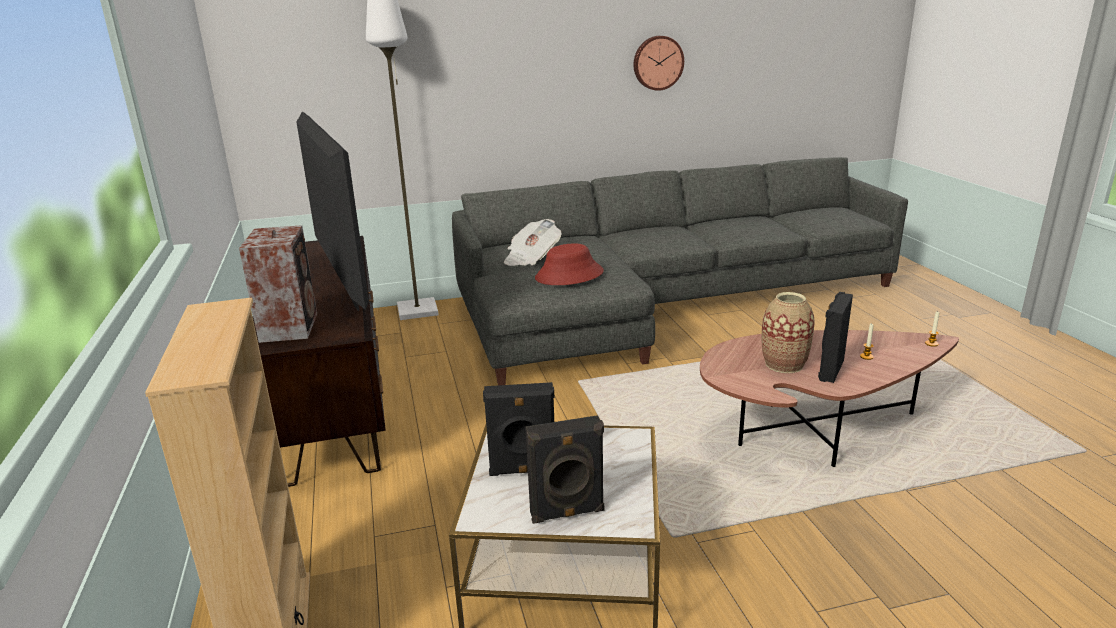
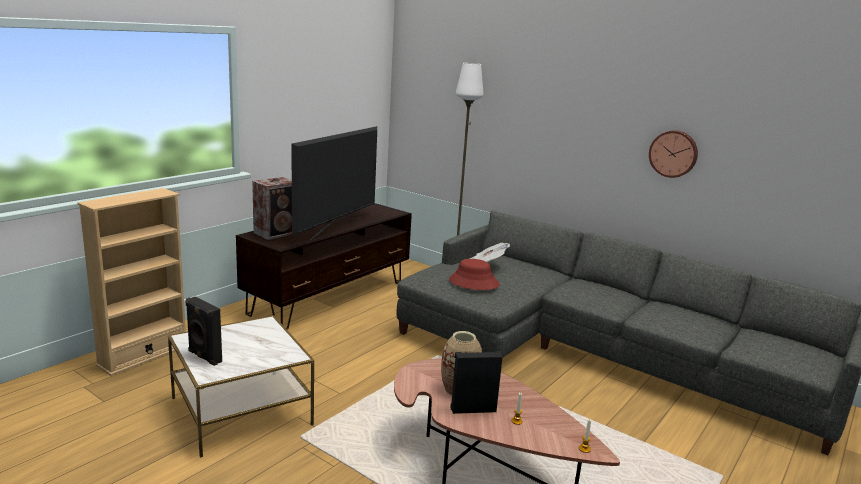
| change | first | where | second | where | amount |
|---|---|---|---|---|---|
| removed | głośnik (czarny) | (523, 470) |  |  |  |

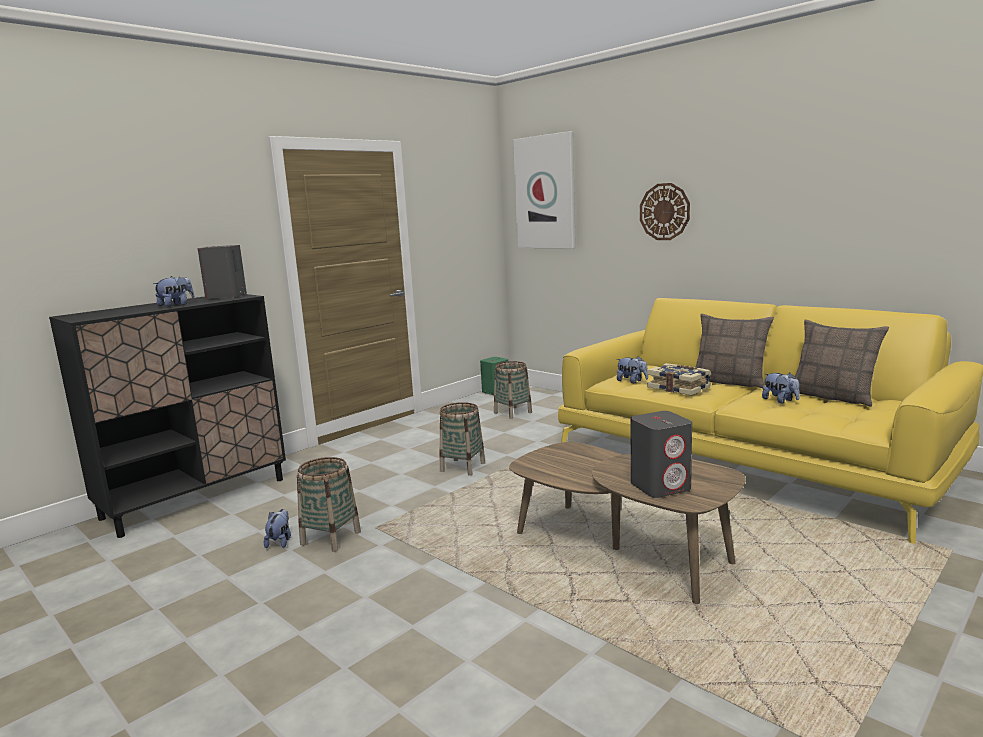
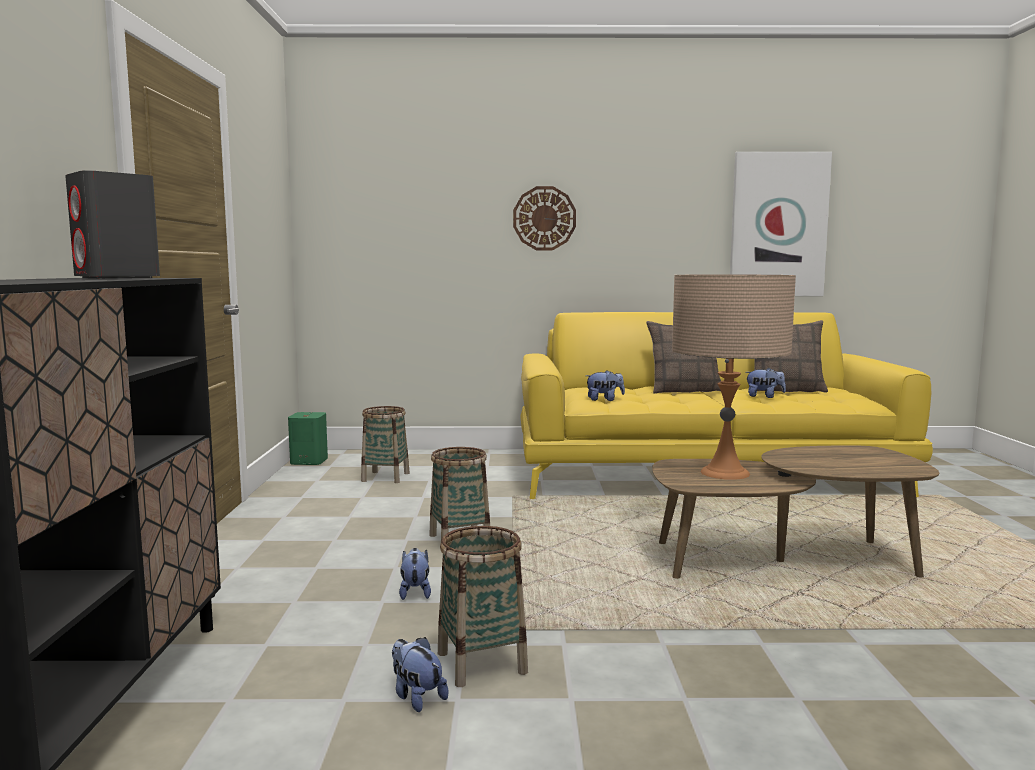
| change | first | where | second | where | amount |
|---|---|---|---|---|---|
| moved | pluszak | (176, 305) |  | (415, 592) |  |
| added |  |  | lampa stołowa (beżowy) | (725, 473) |  |
| moved | obraz | (545, 192) |  | (778, 225) |  |
| removed | głośnik (szary) | (660, 486) |  |  |  |
| removed | książka | (679, 388) |  |  |  |

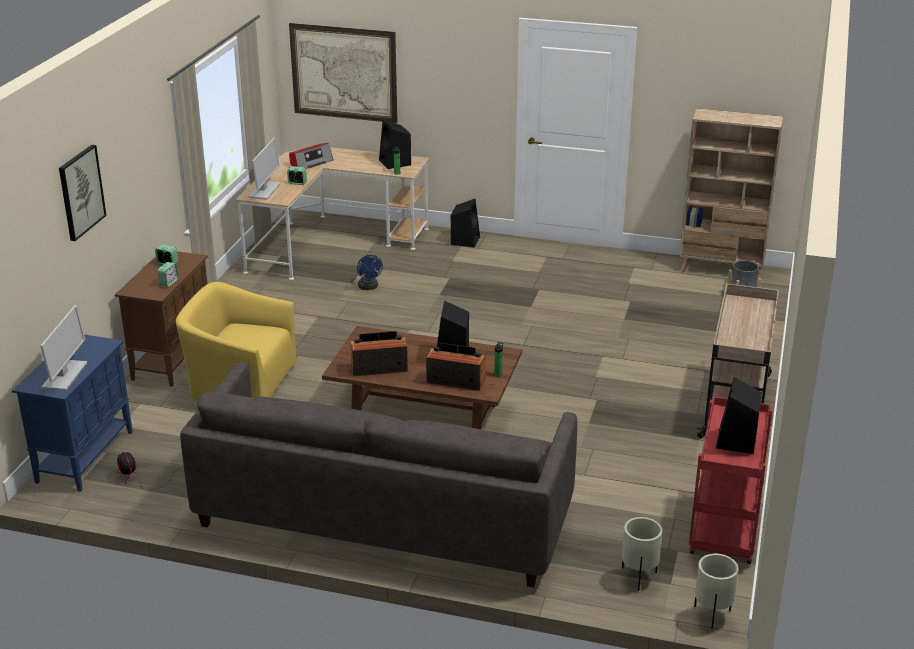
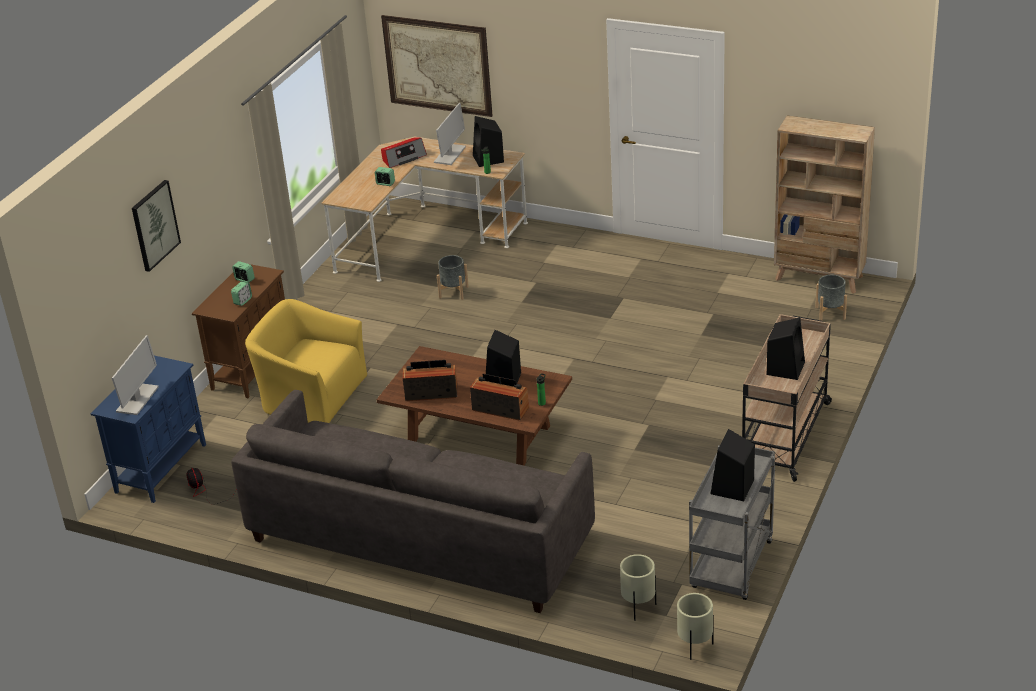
| change | first | where | second | where | amount |
|---|---|---|---|---|---|
| moved | monitor | (264, 190) |  | (450, 155) |  |
| replaced | wentylator (niebieski) | (369, 287) | donica (szary) | (453, 292) |  |
| recoloured | wózek (czerwony) | (725, 531) | wózek (szary) | (732, 567) |  |
| moved | głośnik (czarny) | (465, 240) |  | (785, 367) |  |

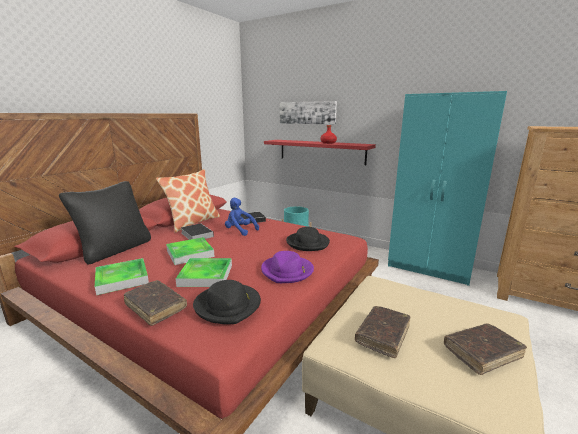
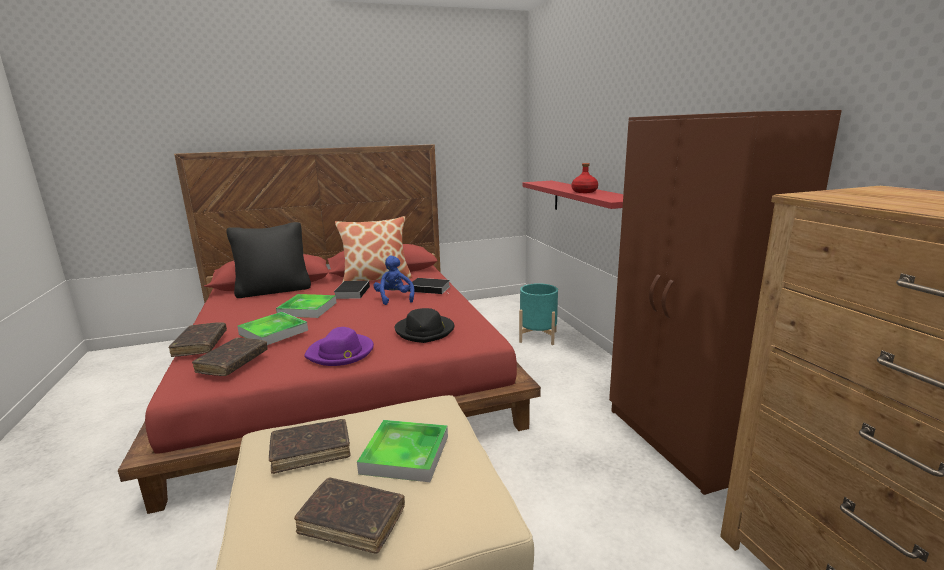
| change | first | where | second | where | amount |
|---|---|---|---|---|---|
| replaced | kapelusz (czarny) | (228, 306) | książka (brązowy) | (233, 363) |  |
| moved | taca | (122, 279) |  | (405, 454) |  |
| recoloured | szafa (turkusowy) | (430, 268) | szafa (brązowy) | (681, 441) |  |
| removed | obraz | (307, 113) |  |  |  |

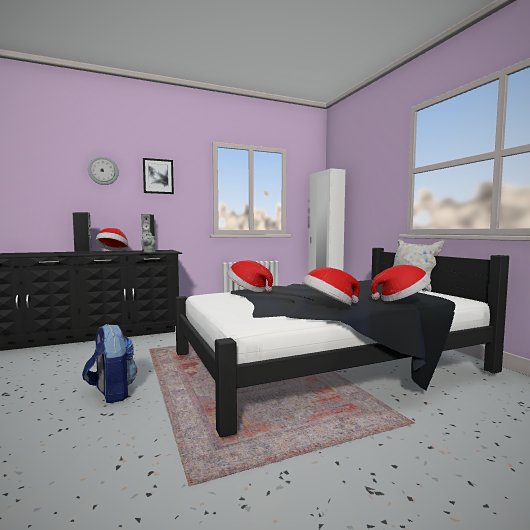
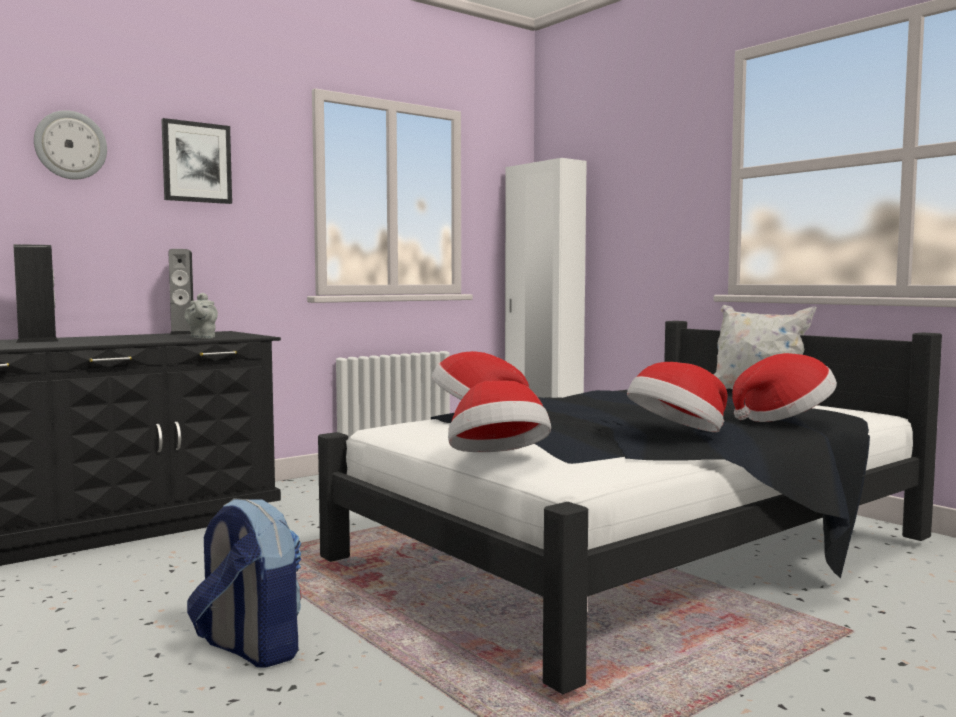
| change | first | where | second | where | amount |
|---|---|---|---|---|---|
| moved | kapelusz | (113, 252) |  | (498, 460) |  |

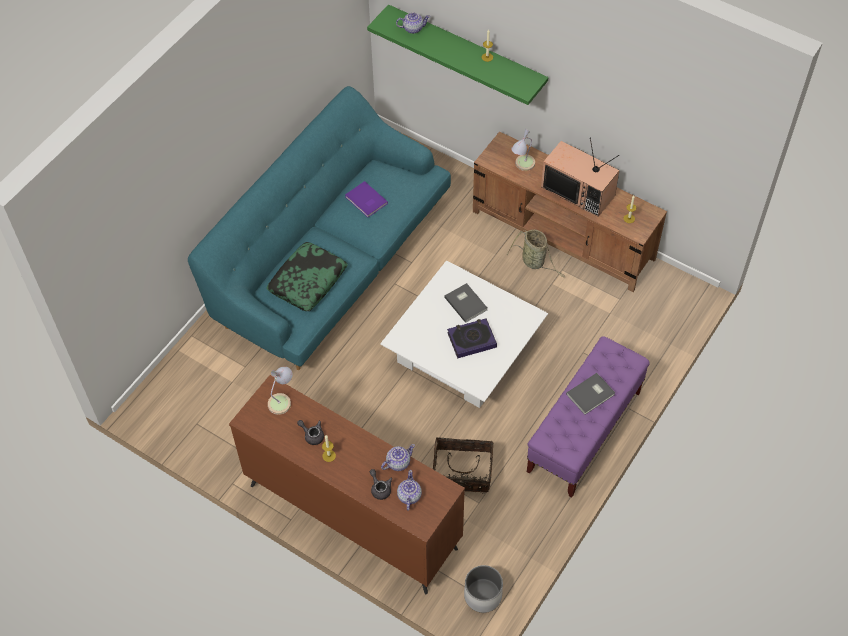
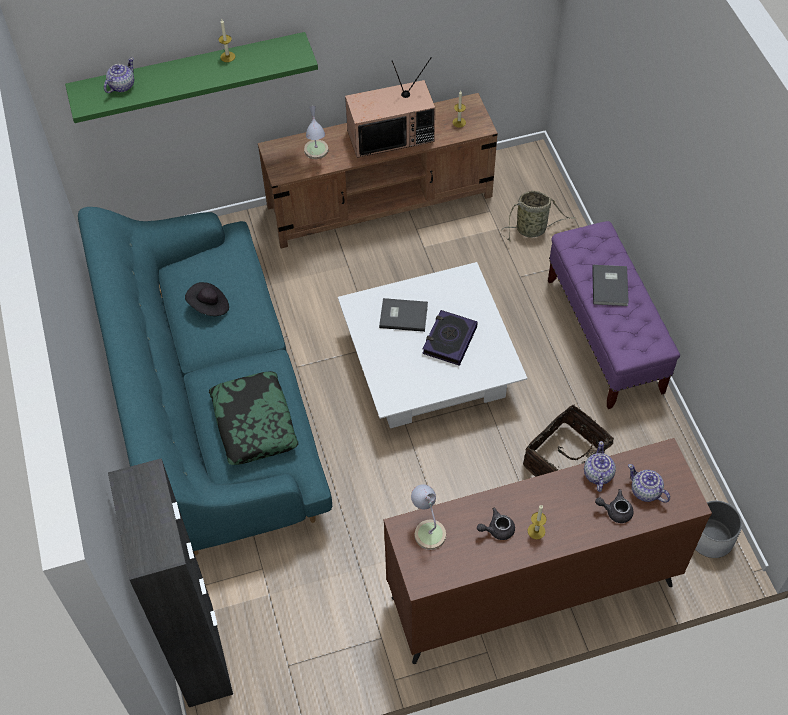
| change | first | where | second | where | amount |
|---|---|---|---|---|---|
| added |  |  | szafka (czarny) | (200, 654) |  |
| replaced | książka (fioletowy) | (366, 201) | kapelusz (czarny) | (209, 306) |  |
| moved | koszyk | (534, 262) |  | (533, 229) |  |

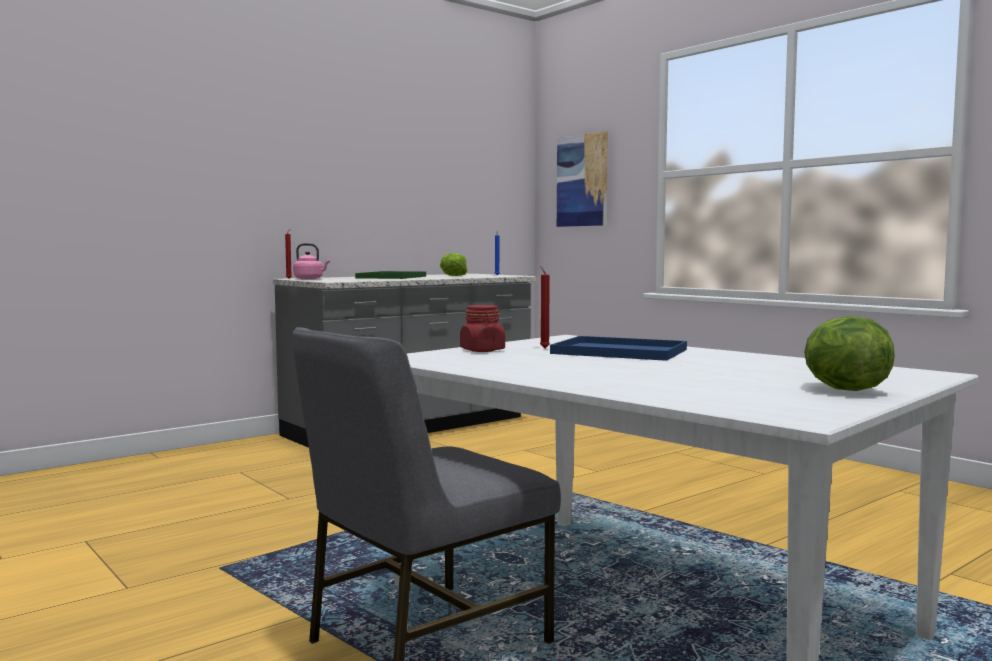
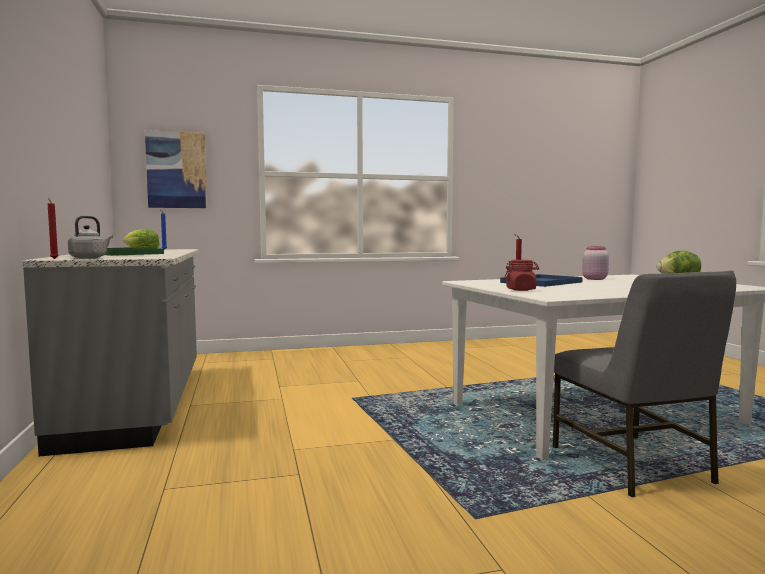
| change | first | where | second | where | amount |
|---|---|---|---|---|---|
| recoloured | czajnik (różowy) | (310, 279) | czajnik (szary) | (90, 258) |  |
| added |  |  | słoik (różowy) | (594, 279) |  |

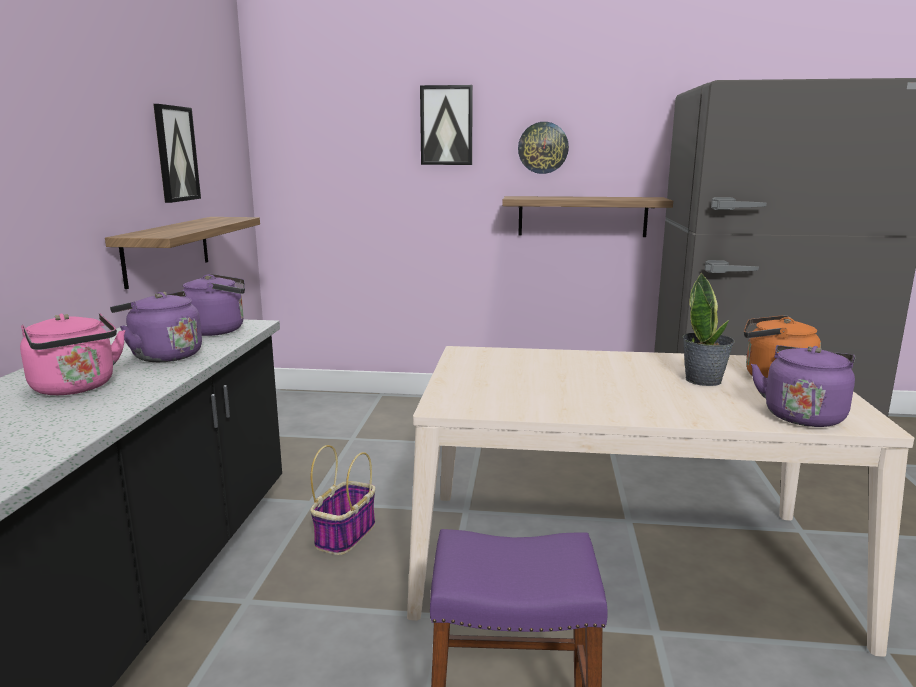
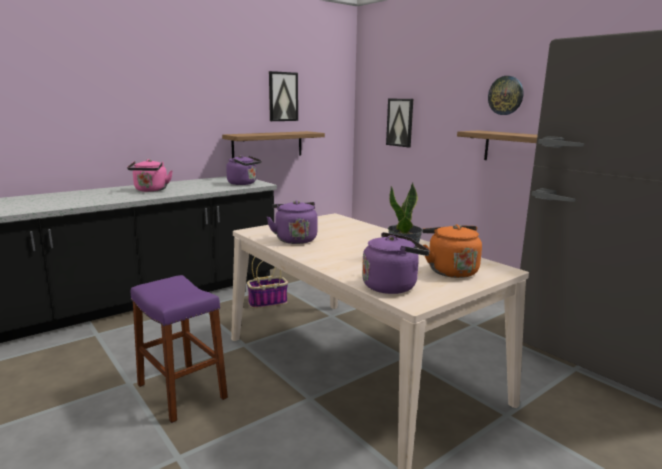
| change | first | where | second | where | amount |
|---|---|---|---|---|---|
| moved | czajnik (fioletowy) | (163, 356) |  | (295, 239) |  |
| moved | obraz | (446, 125) |  | (400, 122) |  |

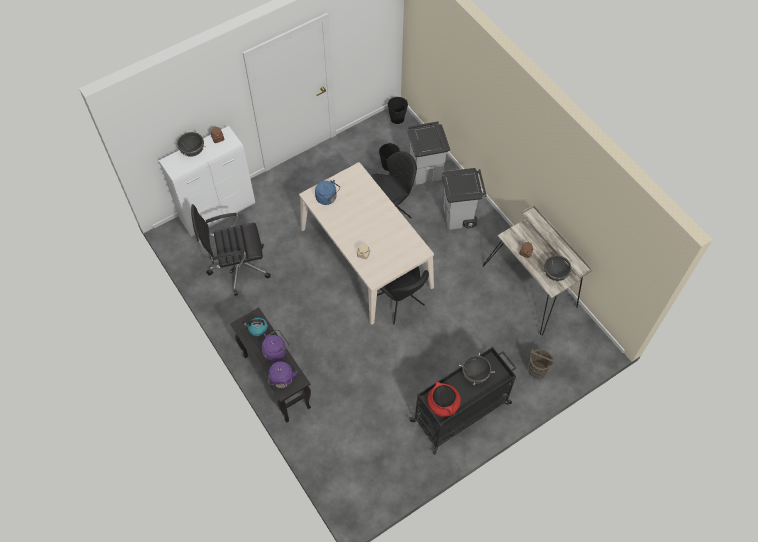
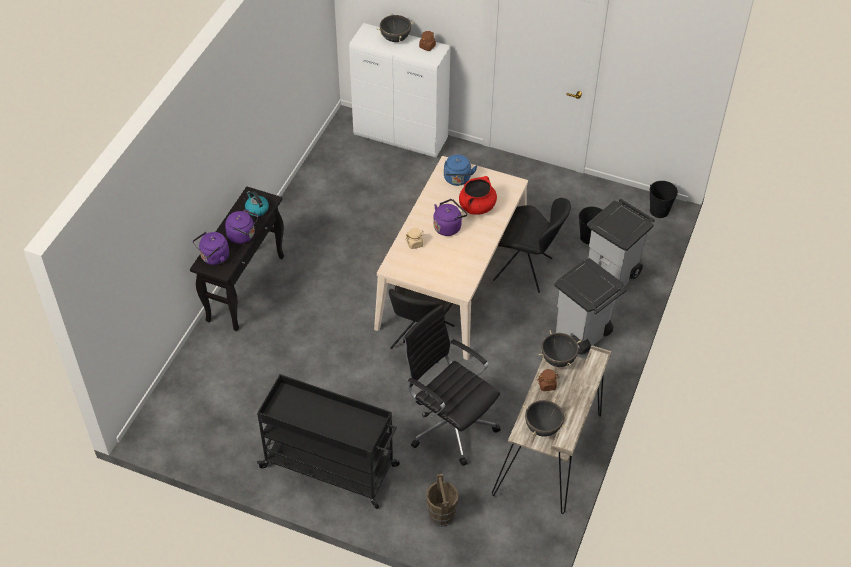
| change | first | where | second | where | amount |
|---|---|---|---|---|---|
| moved | krzesło biurowe (czarny) | (237, 267) |  | (450, 424) |  |
| added |  |  | czajnik (fioletowy) | (448, 226) |  |
| moved | garnek (czerwony) | (443, 404) |  | (477, 207) |  |
| moved | garnek (czarny) | (475, 374) |  | (558, 359) |  |

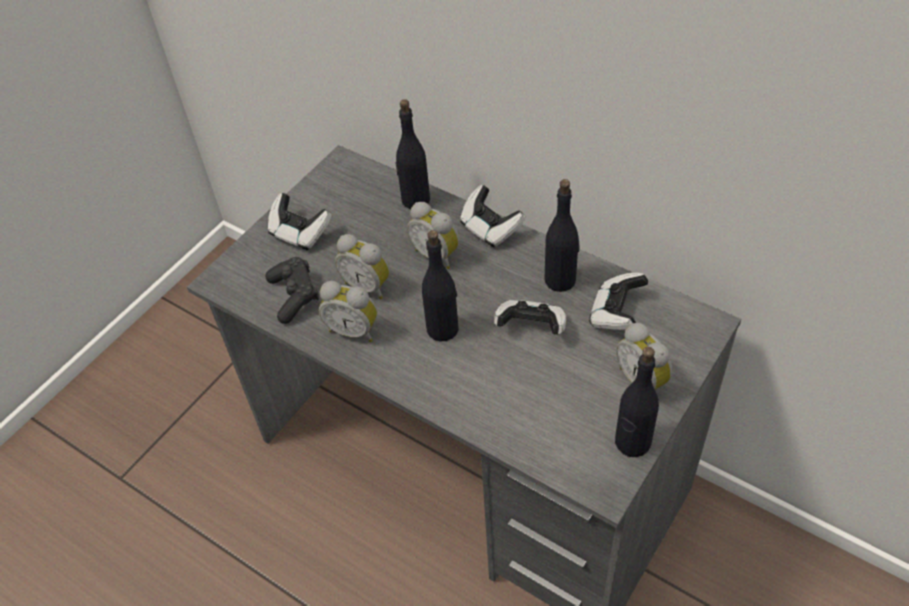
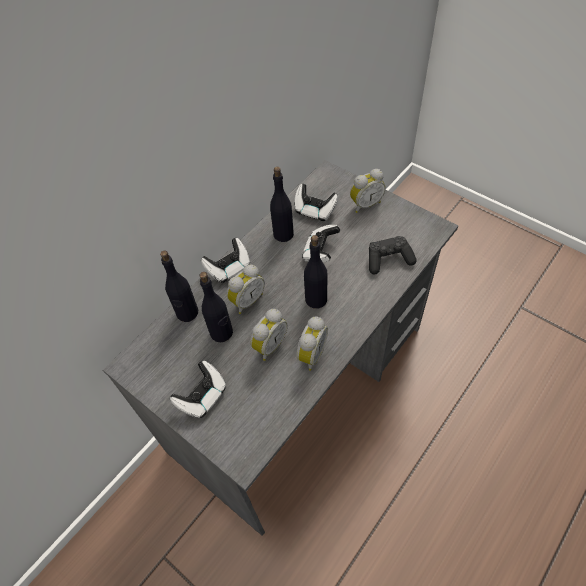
| change | first | where | second | where | amount |
|---|---|---|---|---|---|
| moved | butelka (czarny) | (632, 442) |  | (222, 333) |  |
| moved | pad do gier (czarny) | (294, 296) |  | (388, 260) |  |

